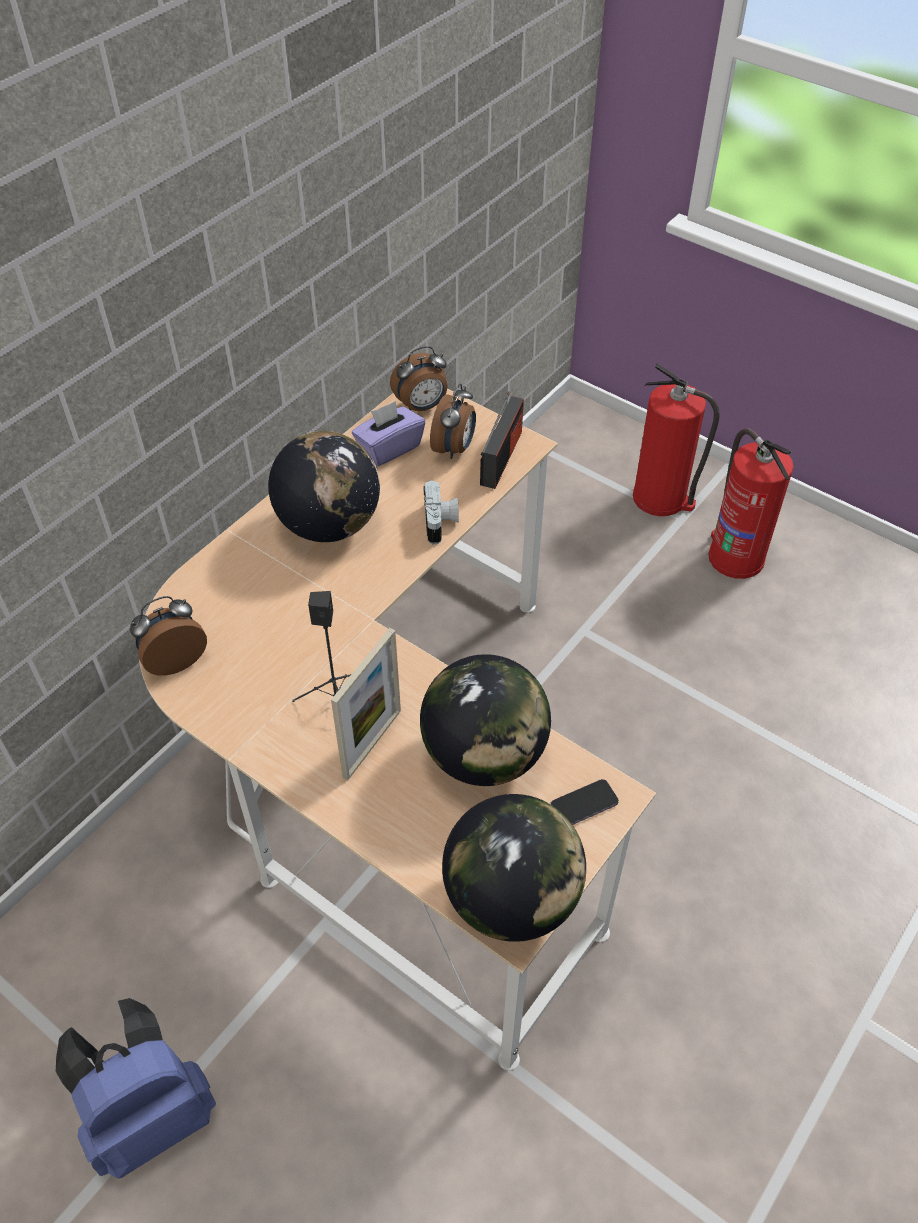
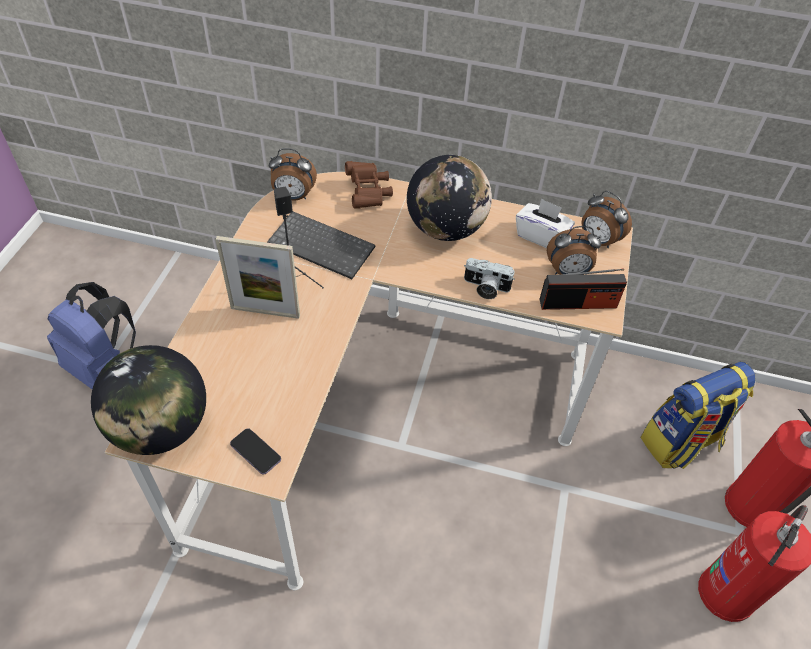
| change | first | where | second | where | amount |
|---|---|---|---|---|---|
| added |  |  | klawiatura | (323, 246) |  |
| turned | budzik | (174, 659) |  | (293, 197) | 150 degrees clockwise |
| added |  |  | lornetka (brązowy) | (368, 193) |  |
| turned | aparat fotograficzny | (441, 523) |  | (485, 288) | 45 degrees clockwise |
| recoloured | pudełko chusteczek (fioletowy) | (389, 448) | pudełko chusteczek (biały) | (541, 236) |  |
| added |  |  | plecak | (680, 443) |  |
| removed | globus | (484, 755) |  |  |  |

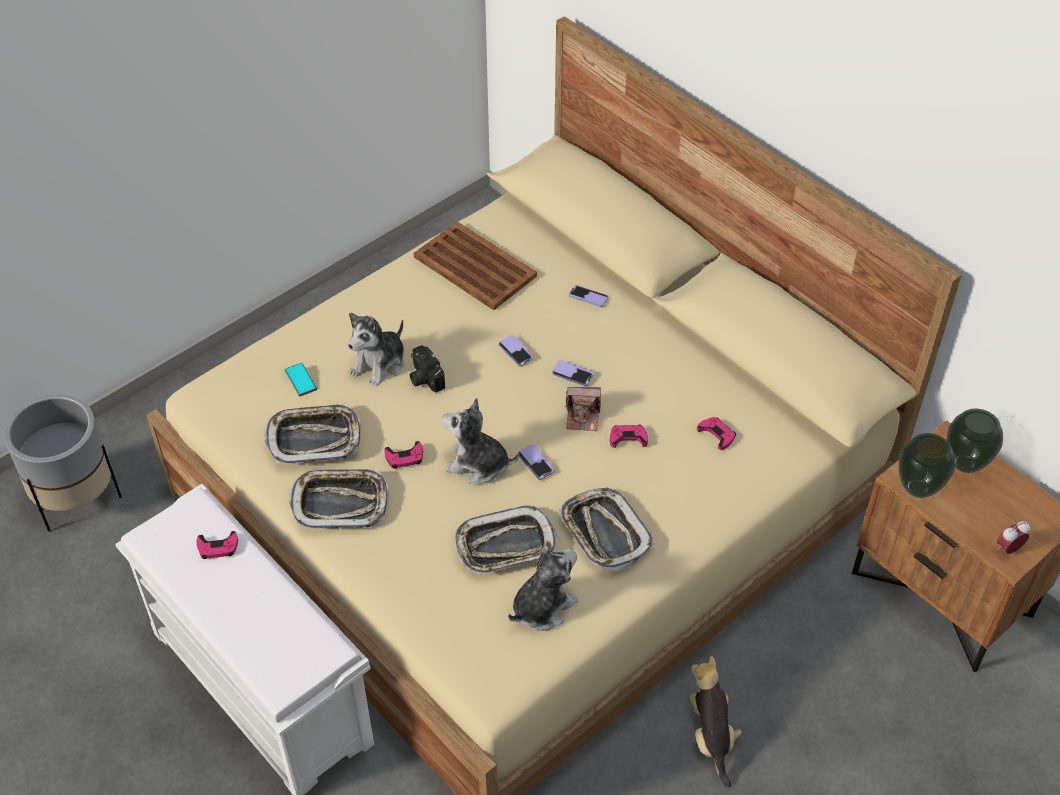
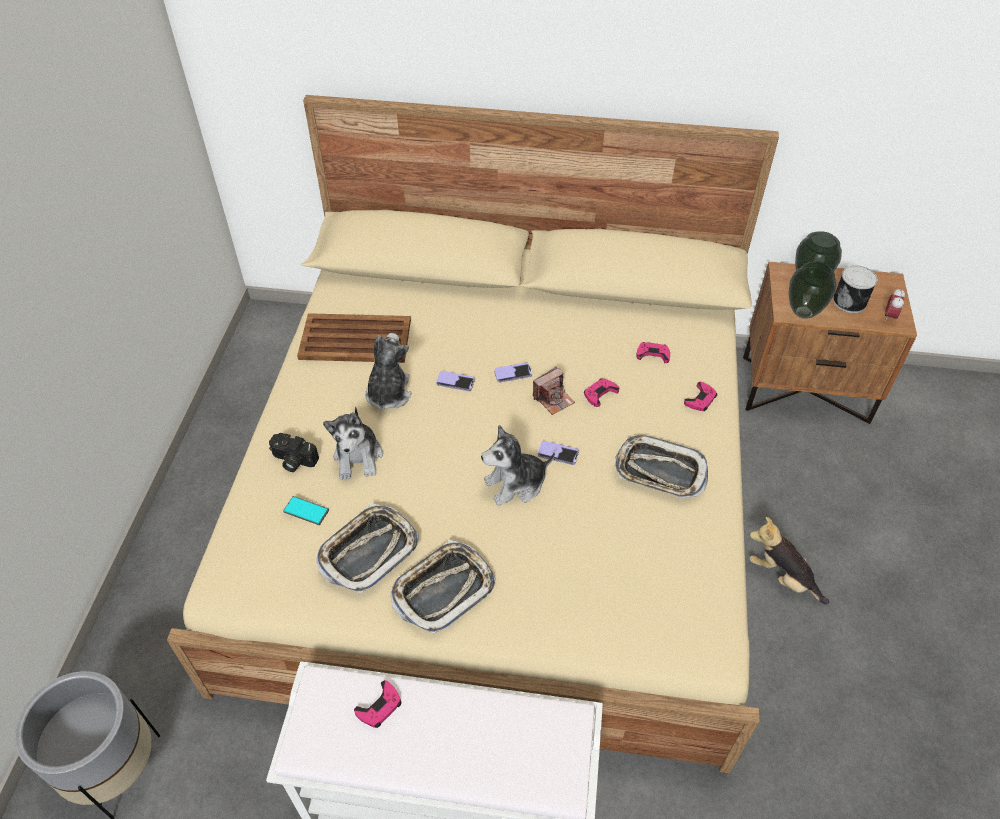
| change | first | where | second | where | amount |
|---|---|---|---|---|---|
| moved | aparat fotograficzny | (424, 377) |  | (293, 461) |  |
| moved | pluszak | (542, 607) |  | (388, 393) |  |
| moved | pad do gier (różowy) | (404, 457) |  | (700, 399) |  |
| added |  |  | puszka | (850, 301) |  |
| removed | taca | (505, 545) |  |  |  |
| removed | telefon | (588, 297) |  |  |  |

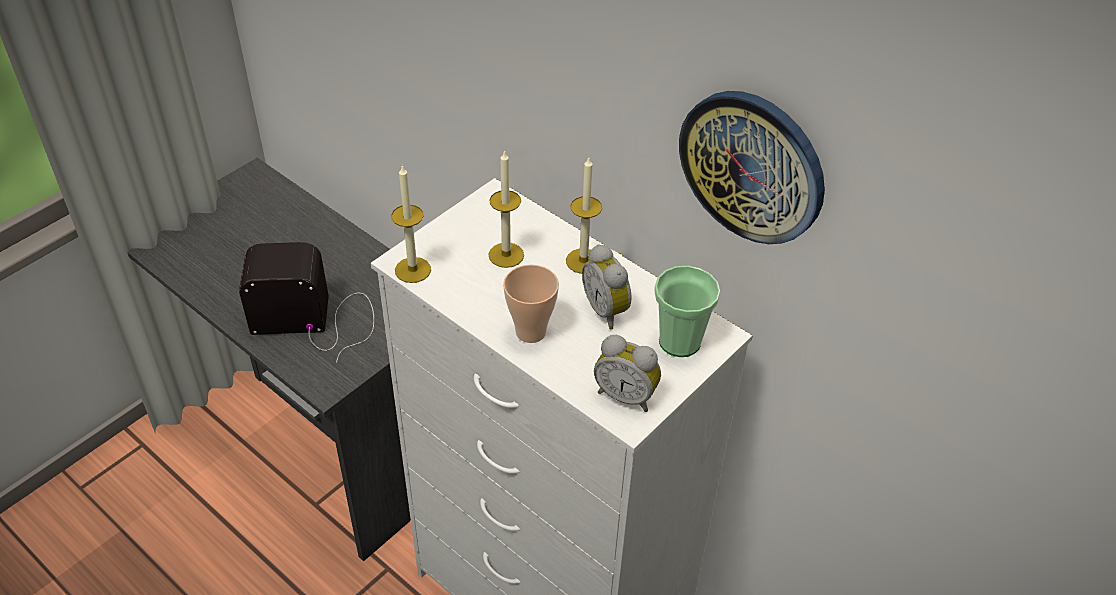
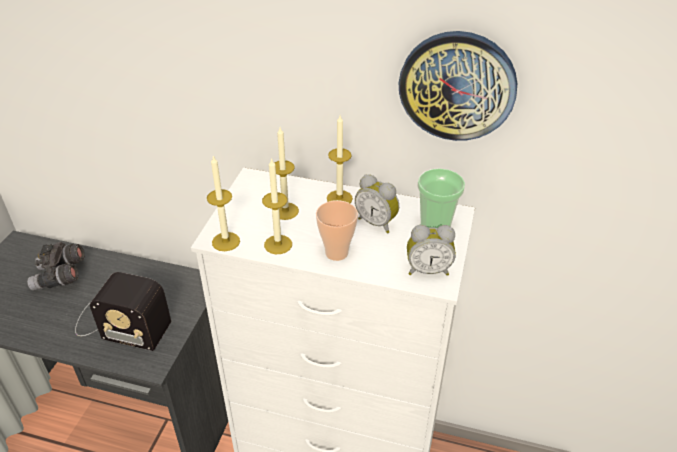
| change | first | where | second | where | amount |
|---|---|---|---|---|---|
| added |  |  | lornetka (szary) | (60, 277) |  |
| turned | radio | (317, 318) |  | (120, 322) | 135 degrees counterclockwise |
| added |  |  | świeca | (278, 244) |  |

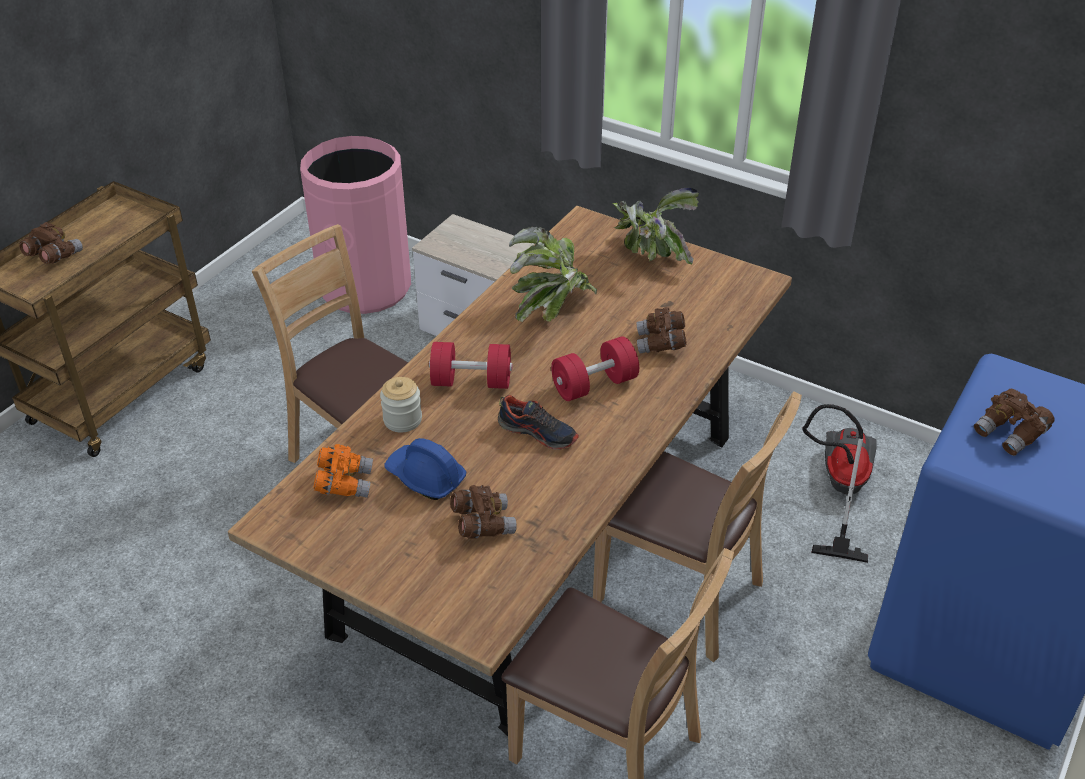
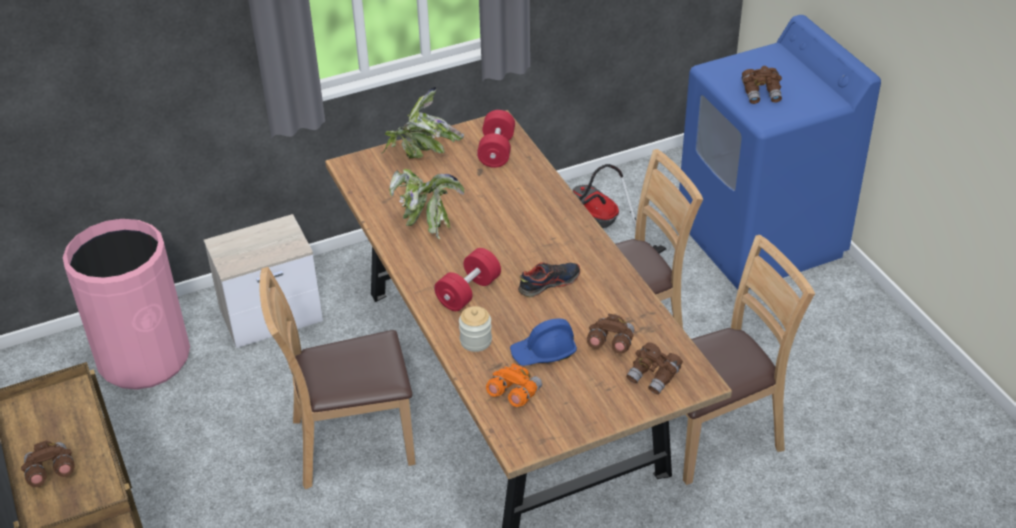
| change | first | where | second | where | amount |
|---|---|---|---|---|---|
| moved | hantel (czerwony) | (594, 385) |  | (496, 151) |  |
| moved | lornetka (brązowy) | (660, 343) |  | (654, 376) |  |

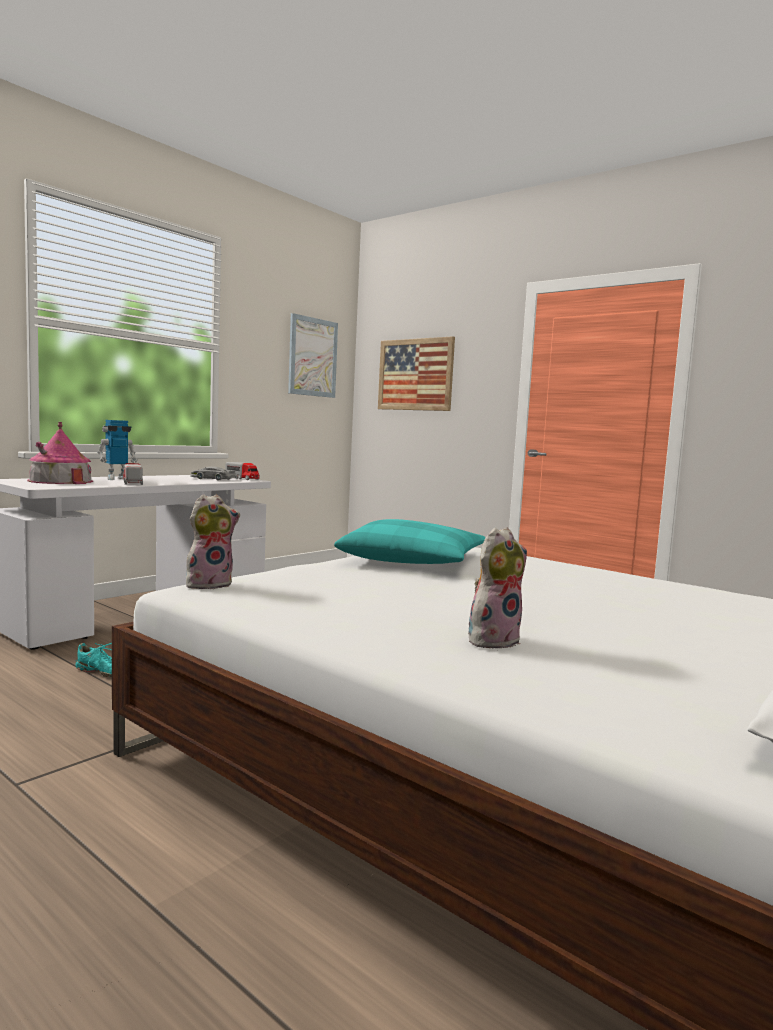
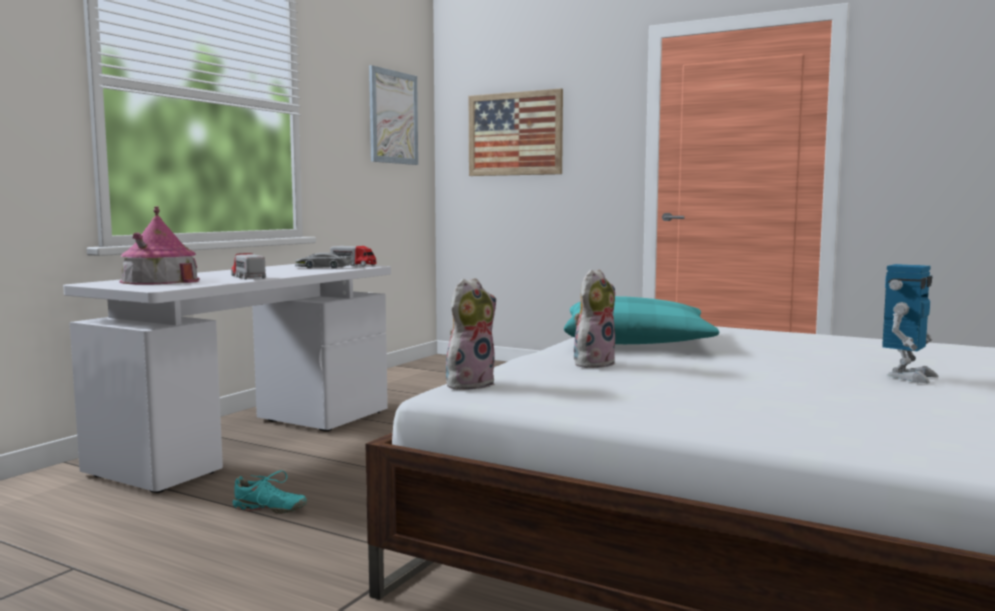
| change | first | where | second | where | amount |
|---|---|---|---|---|---|
| moved | pluszak | (492, 640) |  | (593, 363) |  |
| moved | robot zabawkowy | (117, 479) |  | (907, 376) |  |

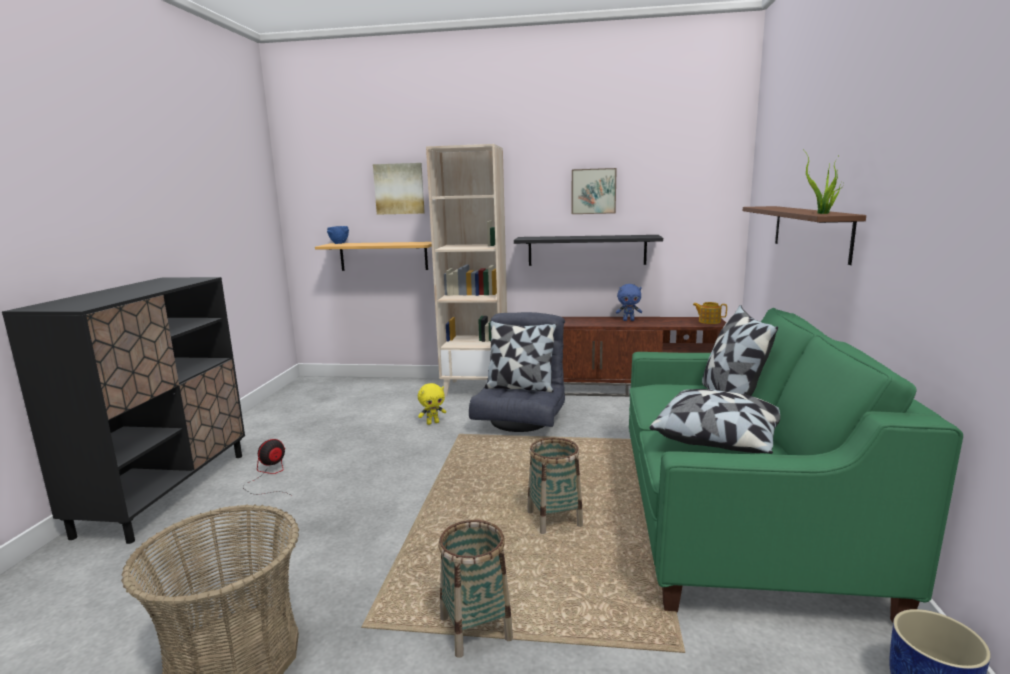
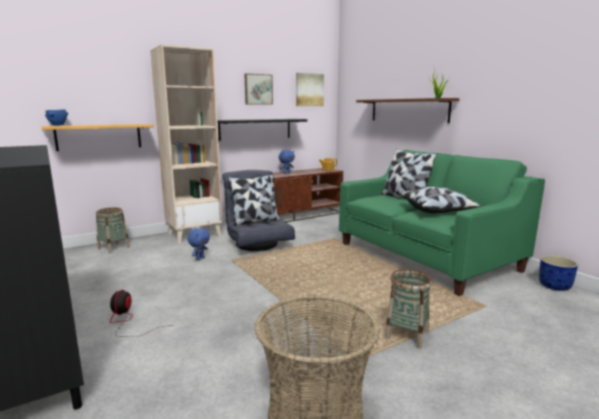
| change | first | where | second | where | amount |
|---|---|---|---|---|---|
| moved | koszyk | (554, 519) |  | (113, 248) |  |
| recoloured | pluszak (żółty) | (433, 423) | pluszak (niebieski) | (200, 258) |  |
| moved | obraz | (399, 189) |  | (309, 90) |  |

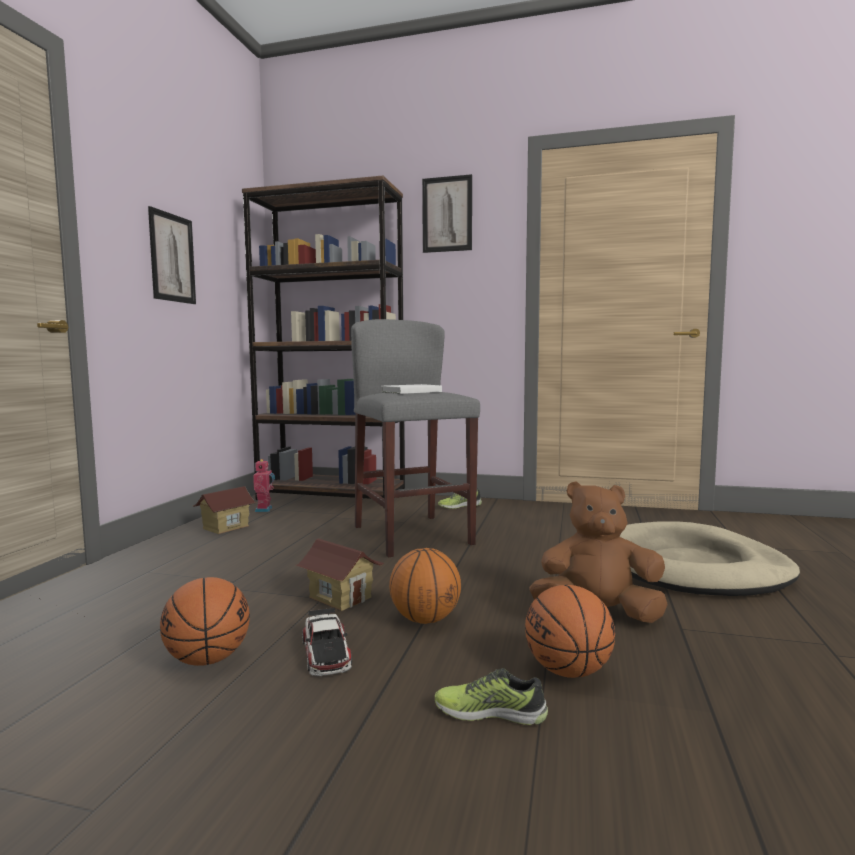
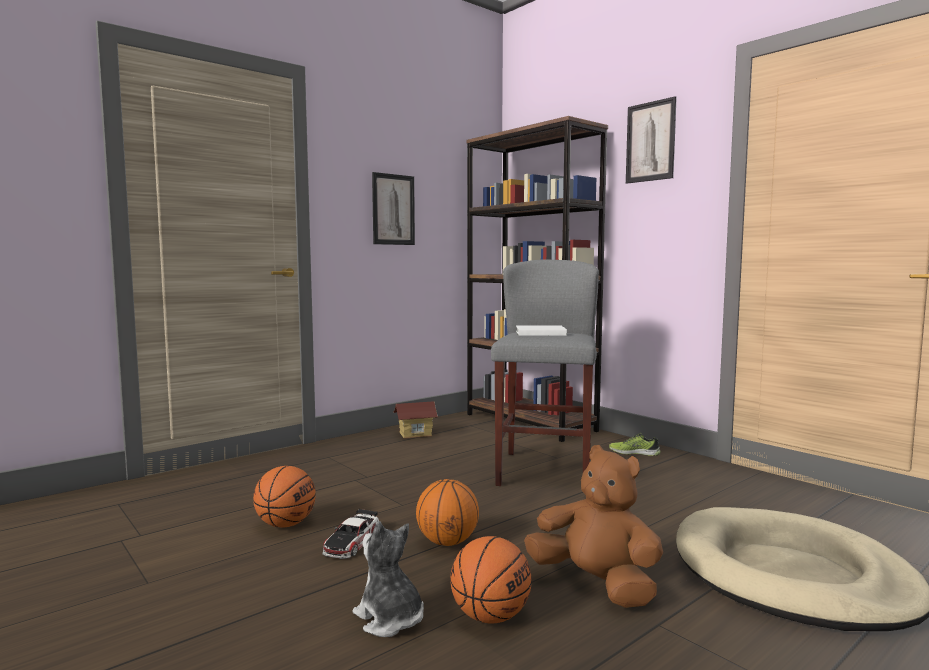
| change | first | where | second | where | amount |
|---|---|---|---|---|---|
| replaced | but | (490, 712) | pluszak | (390, 619) |  |
| removed | robot zabawkowy | (265, 509) |  |  |  |
| removed | domek | (340, 597) |  |  |  |

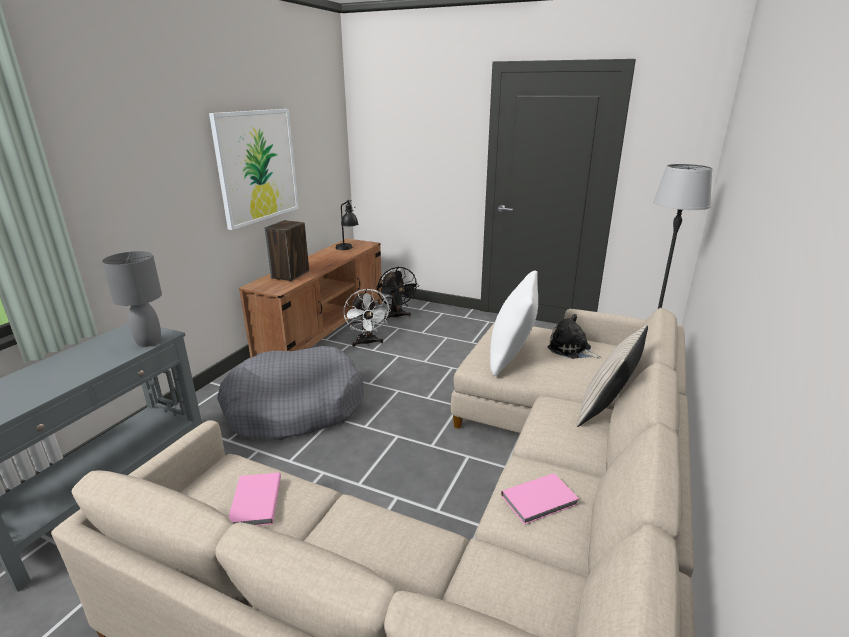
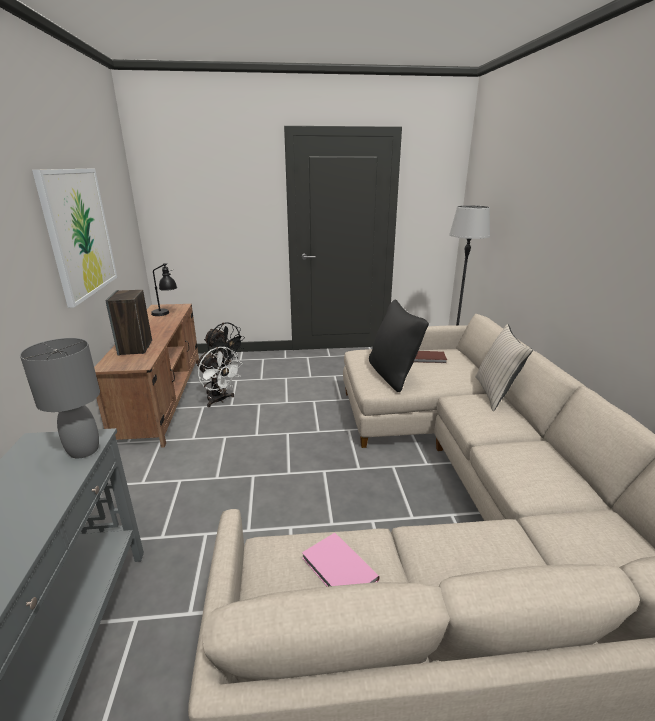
| change | first | where | second | where | amount |
|---|---|---|---|---|---|
| recoloured | poduszka (biały) | (511, 357) | poduszka (czarny) | (393, 375) |  |
| replaced | pluszak | (571, 350) | książka (brązowy) | (428, 358) |  |
| removed | legowisko (szary) | (295, 407) |  |  |  |
| removed | książka (różowy) | (541, 500) |  |  |  |

